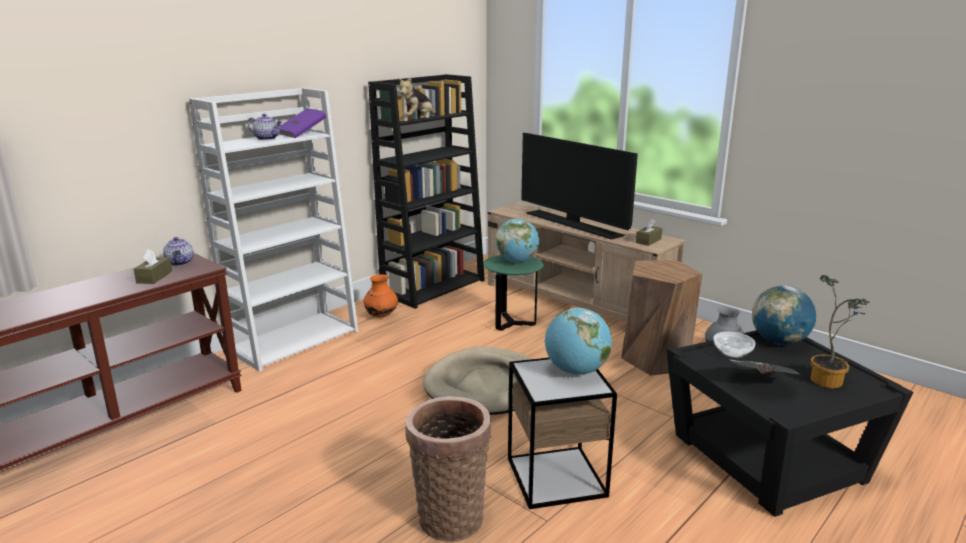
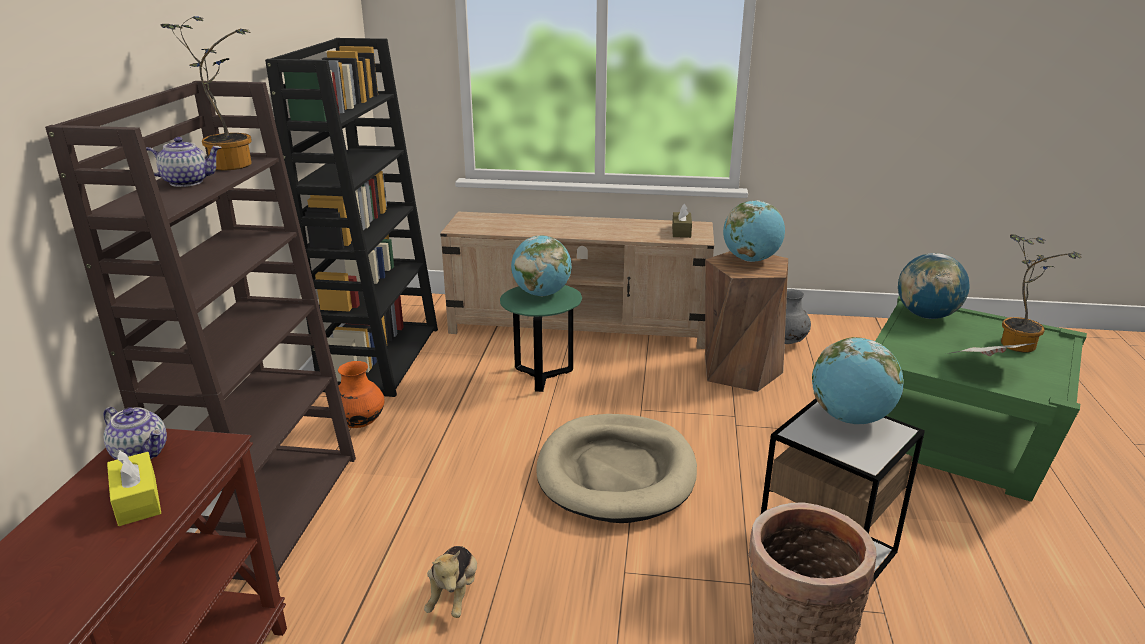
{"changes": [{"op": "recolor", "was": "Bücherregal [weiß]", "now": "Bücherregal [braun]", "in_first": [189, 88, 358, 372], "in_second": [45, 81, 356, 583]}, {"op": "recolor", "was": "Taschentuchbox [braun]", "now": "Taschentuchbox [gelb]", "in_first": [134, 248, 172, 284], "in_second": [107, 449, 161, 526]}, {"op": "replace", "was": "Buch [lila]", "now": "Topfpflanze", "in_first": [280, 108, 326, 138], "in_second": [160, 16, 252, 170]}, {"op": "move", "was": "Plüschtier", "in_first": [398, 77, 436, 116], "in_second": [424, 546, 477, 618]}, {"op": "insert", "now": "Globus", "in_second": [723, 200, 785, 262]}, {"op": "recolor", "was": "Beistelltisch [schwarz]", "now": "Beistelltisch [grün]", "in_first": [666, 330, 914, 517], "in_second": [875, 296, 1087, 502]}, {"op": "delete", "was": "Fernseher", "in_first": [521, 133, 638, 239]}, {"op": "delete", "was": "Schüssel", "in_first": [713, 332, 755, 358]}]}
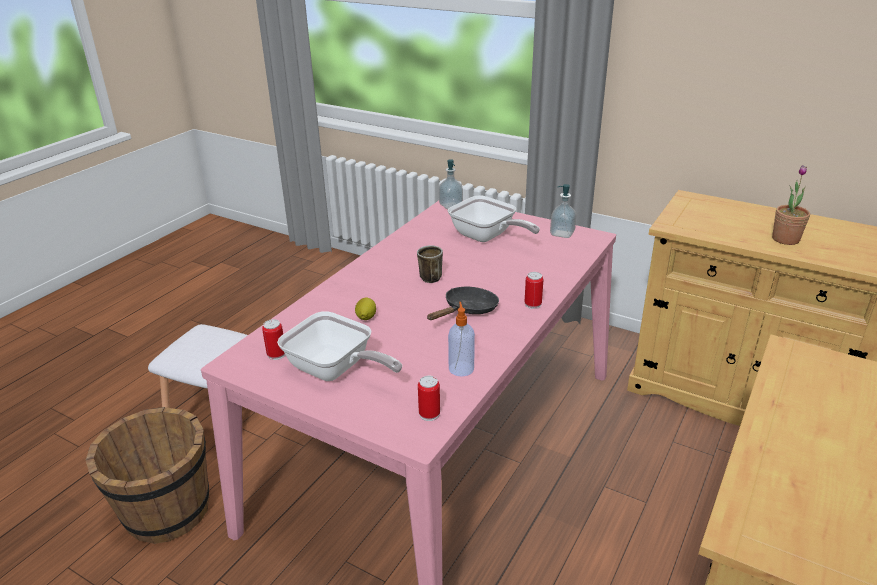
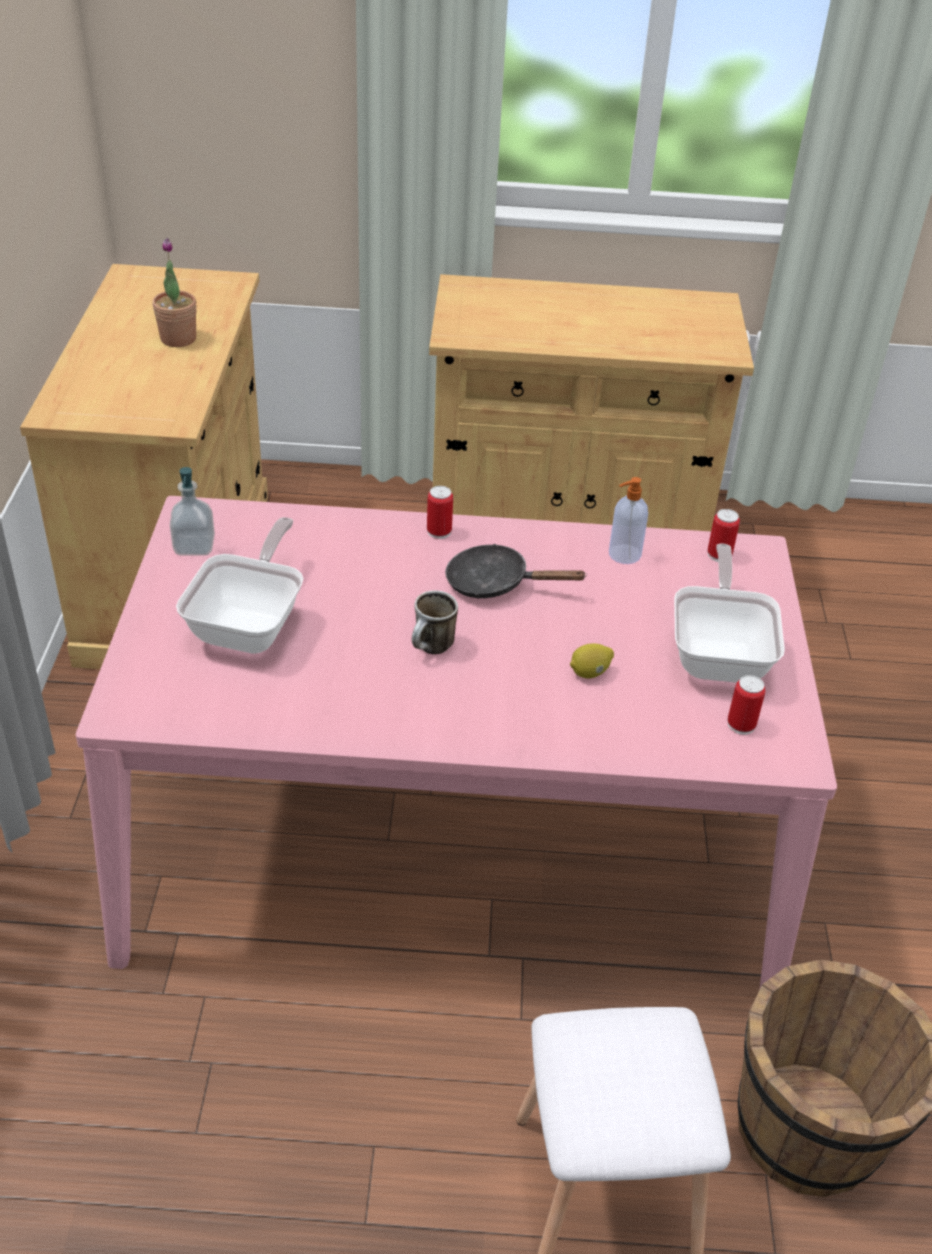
{"changes": [{"op": "delete", "was": "Seifenspender", "in_first": [439, 159, 463, 209]}]}
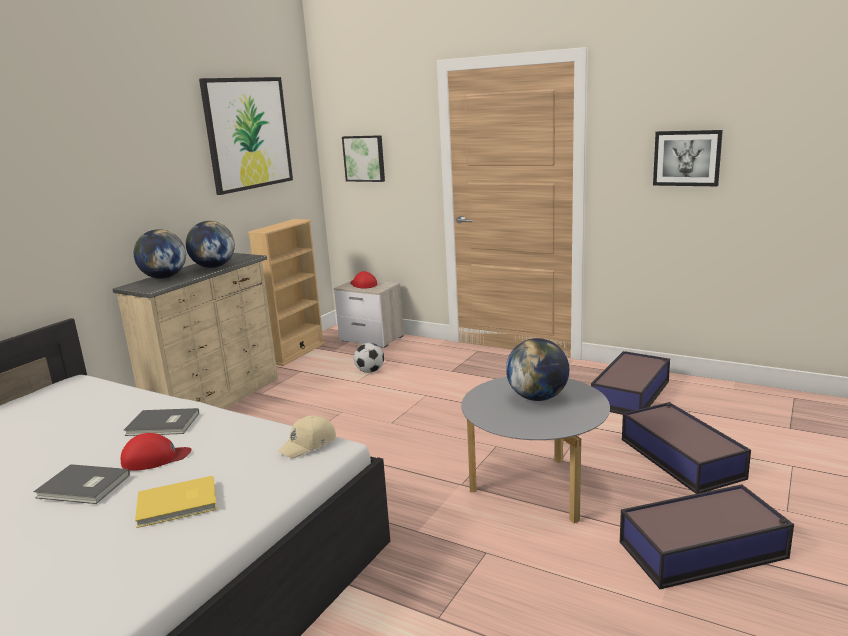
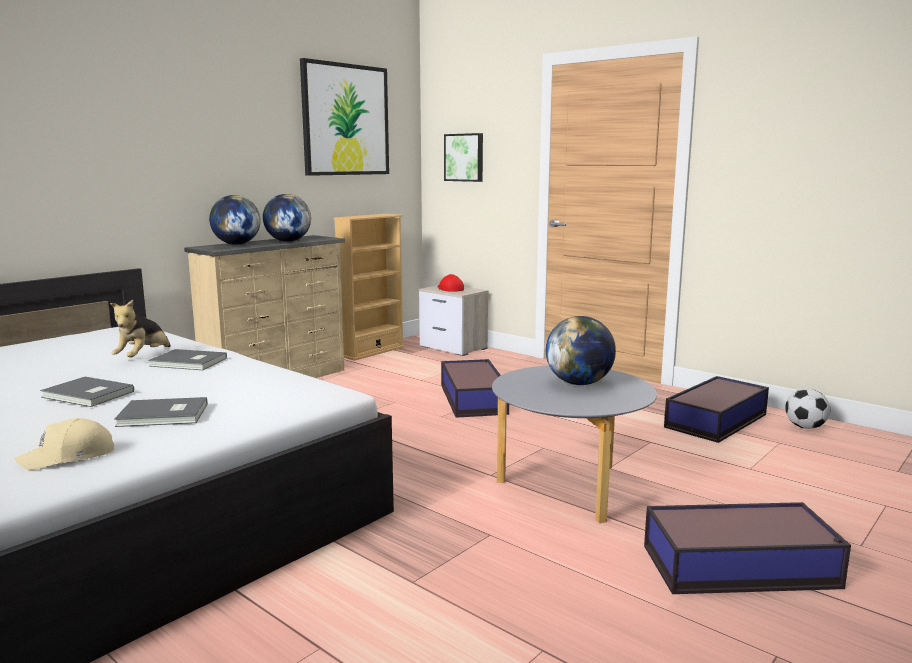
{"changes": [{"op": "move", "was": "Kappe [beige]", "in_first": [278, 415, 336, 458], "in_second": [14, 418, 114, 470]}, {"op": "insert", "now": "Plüschtier", "in_second": [110, 300, 171, 357]}, {"op": "recolor", "was": "Buch [gelb]", "now": "Buch [grau]", "in_first": [135, 476, 217, 528], "in_second": [114, 397, 207, 427]}, {"op": "move", "was": "Aufbewahrungsbox", "in_first": [622, 402, 751, 494], "in_second": [441, 359, 509, 418]}, {"op": "move", "was": "Fußball", "in_first": [354, 343, 384, 373], "in_second": [785, 389, 830, 429]}, {"op": "delete", "was": "Kappe [rot]", "in_first": [121, 433, 191, 471]}, {"op": "delete", "was": "Bild", "in_first": [653, 130, 723, 186]}]}
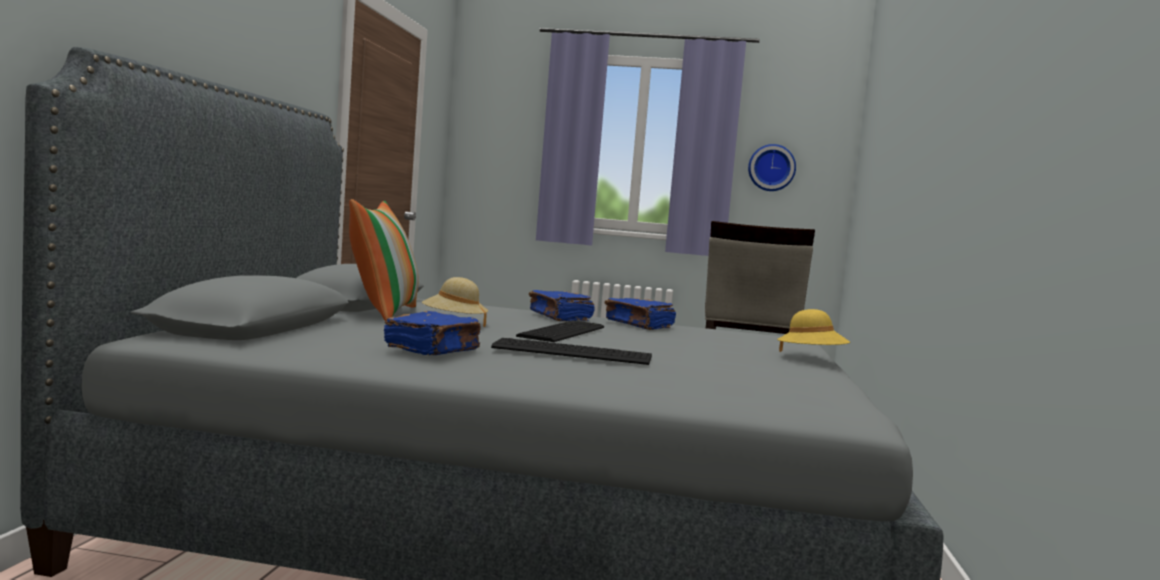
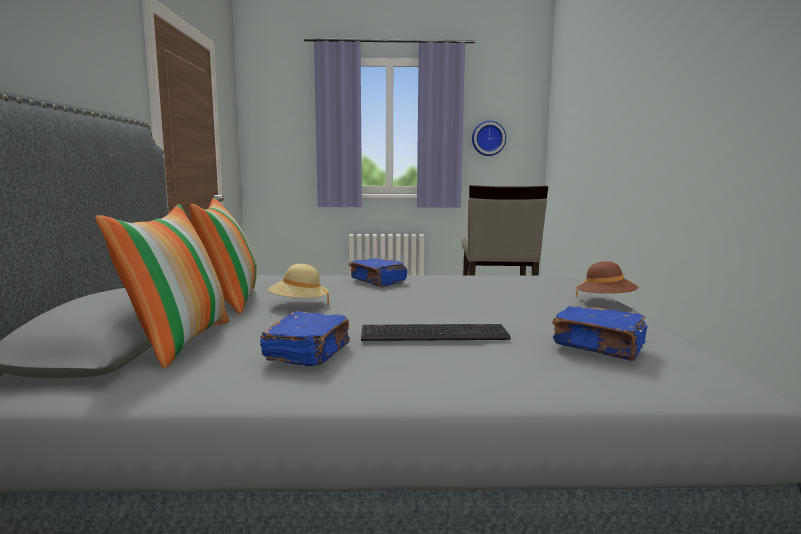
{"changes": [{"op": "insert", "now": "Kissen", "in_second": [95, 204, 229, 369]}, {"op": "move", "was": "Buch [blau]", "in_first": [605, 298, 676, 330], "in_second": [552, 305, 648, 361]}, {"op": "recolor", "was": "Hut [gelb]", "now": "Hut [braun]", "in_first": [777, 309, 850, 352], "in_second": [576, 261, 639, 298]}, {"op": "delete", "was": "Tastatur", "in_first": [516, 320, 604, 342]}]}
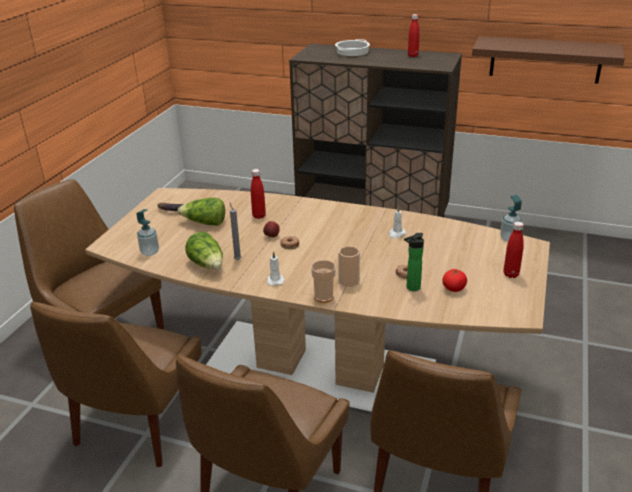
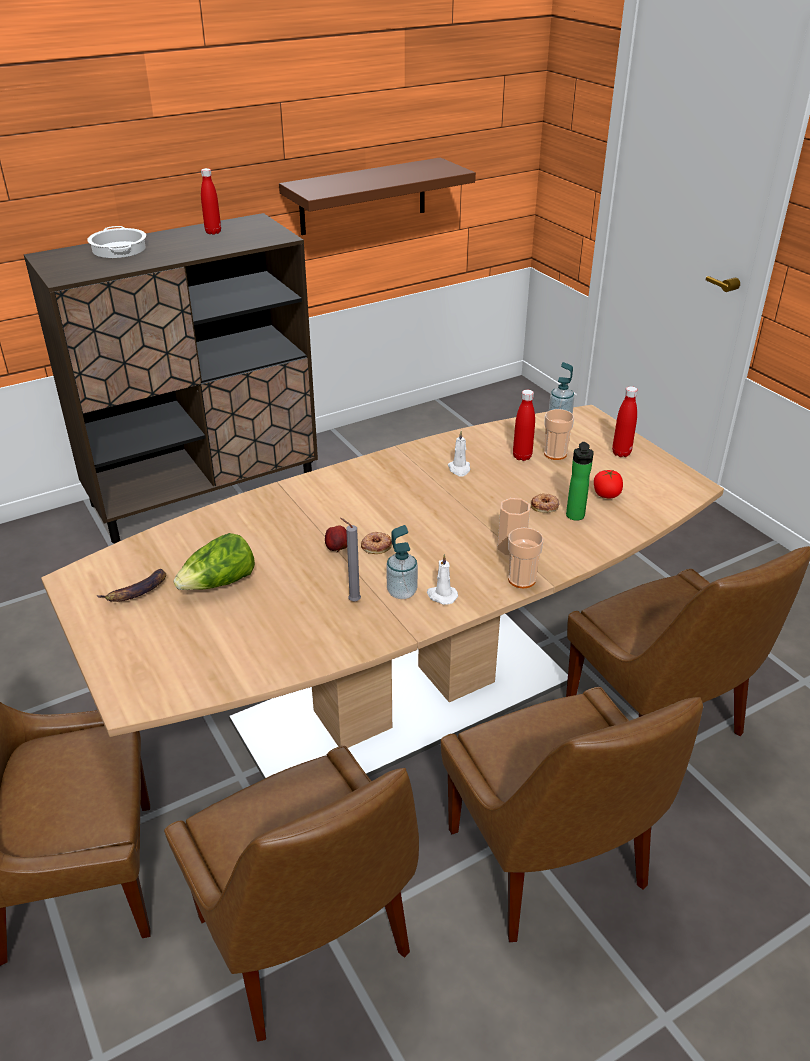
{"changes": [{"op": "move", "was": "Seifenspender", "in_first": [136, 209, 159, 256], "in_second": [386, 525, 418, 599]}, {"op": "move", "was": "Flasche [rot]", "in_first": [251, 169, 266, 219], "in_second": [513, 390, 535, 461]}, {"op": "insert", "now": "Tasse", "in_second": [544, 409, 574, 460]}, {"op": "delete", "was": "Salatkopf", "in_first": [185, 232, 223, 269]}]}
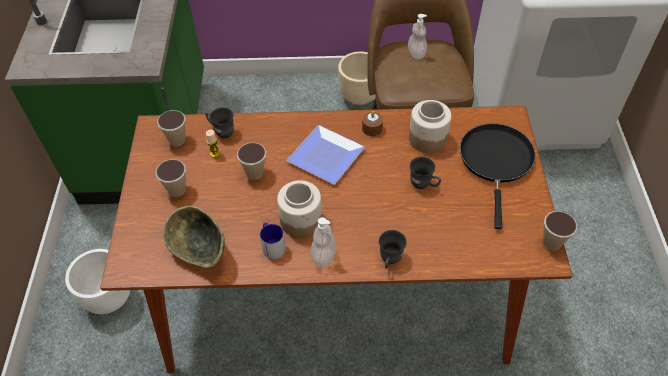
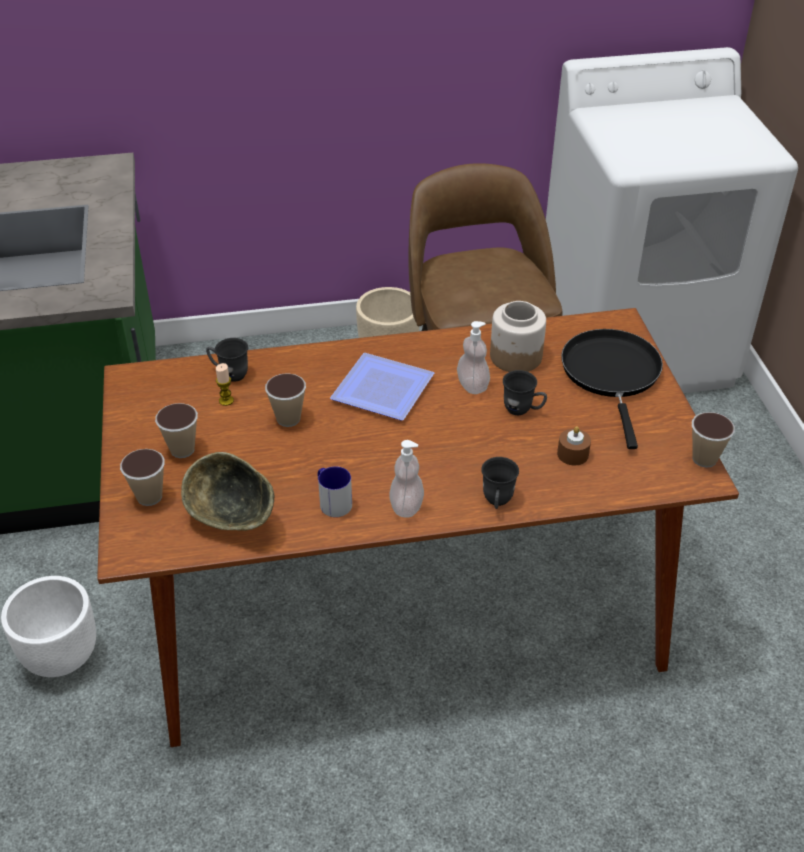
{"changes": [{"op": "move", "was": "Tasse", "in_first": [157, 110, 186, 146], "in_second": [120, 449, 164, 506]}, {"op": "move", "was": "Seifenspender", "in_first": [408, 14, 427, 59], "in_second": [457, 321, 490, 394]}, {"op": "move", "was": "Kerze [braun]", "in_first": [362, 111, 383, 136], "in_second": [557, 426, 591, 465]}, {"op": "delete", "was": "Vorratsglas", "in_first": [277, 180, 322, 238]}]}
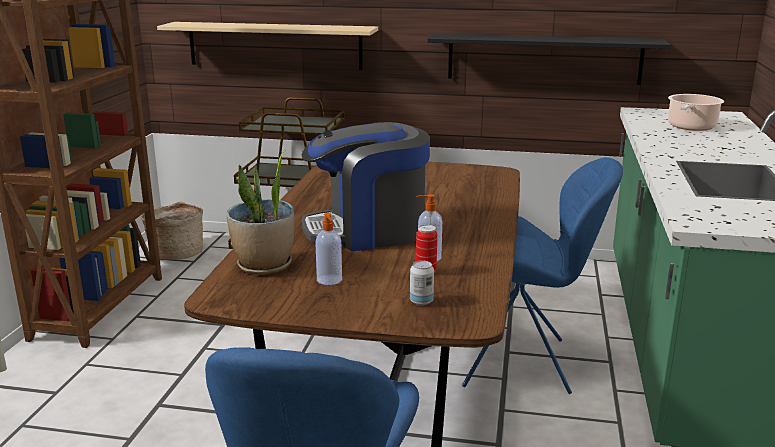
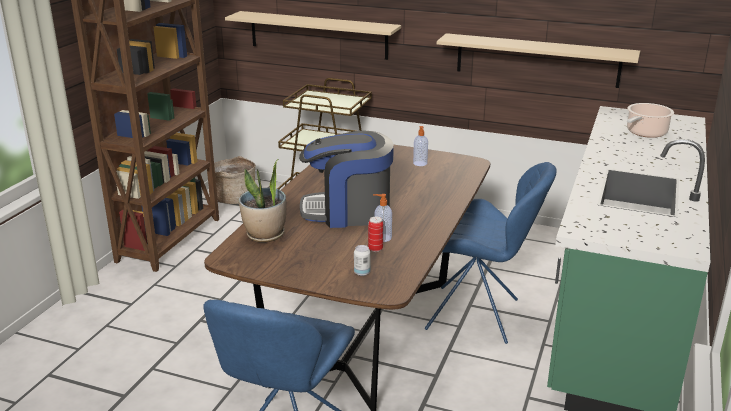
{"changes": [{"op": "move", "was": "Seifenspender", "in_first": [315, 213, 342, 285], "in_second": [413, 126, 428, 166]}, {"op": "recolor", "was": "Wandregal [schwarz]", "now": "Wandregal [beige]", "in_first": [428, 33, 670, 85], "in_second": [437, 33, 640, 88]}]}
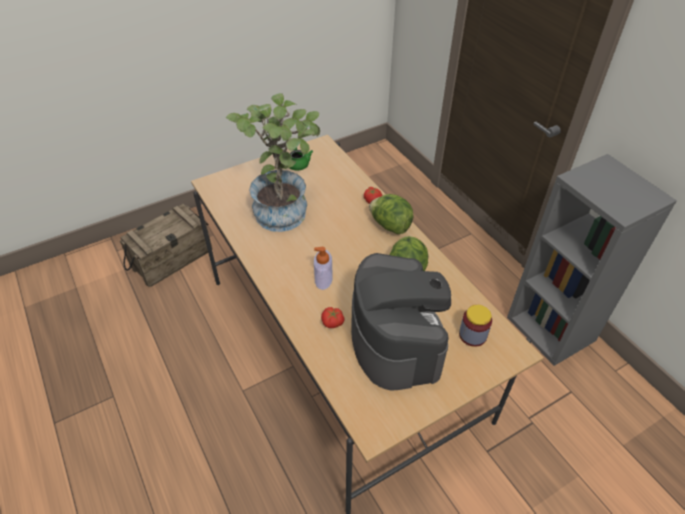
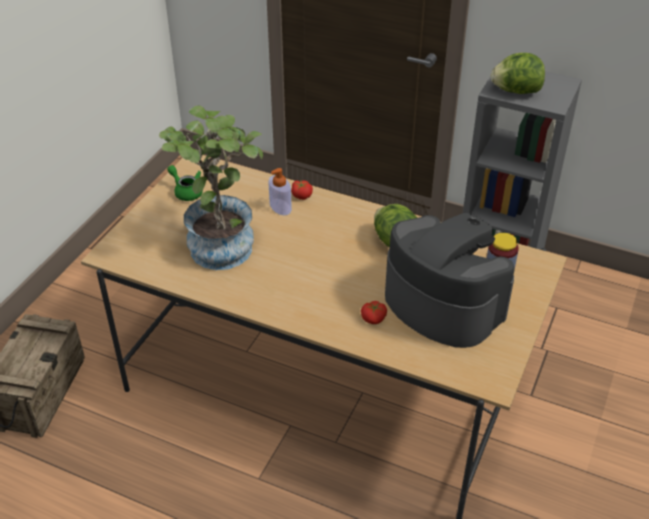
{"changes": [{"op": "move", "was": "Seifenspender", "in_first": [314, 247, 333, 290], "in_second": [268, 168, 292, 216]}, {"op": "move", "was": "Salatkopf", "in_first": [369, 194, 413, 234], "in_second": [491, 53, 545, 94]}]}
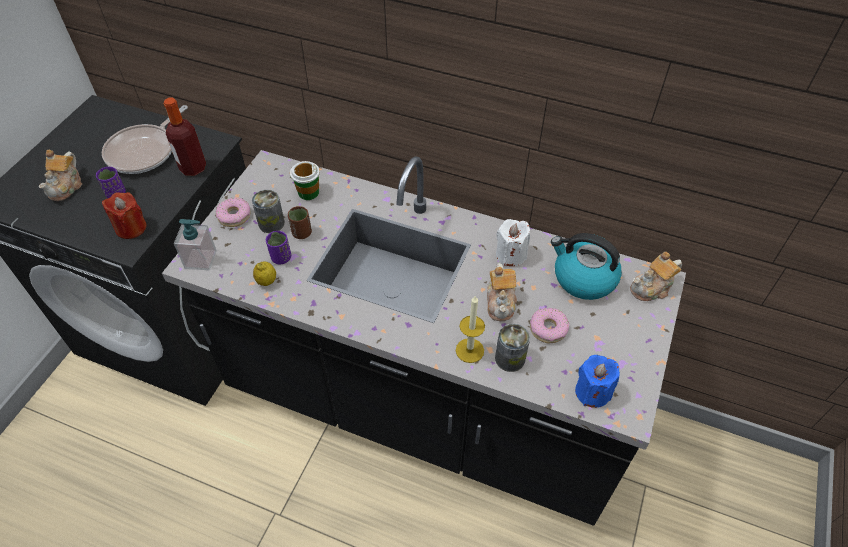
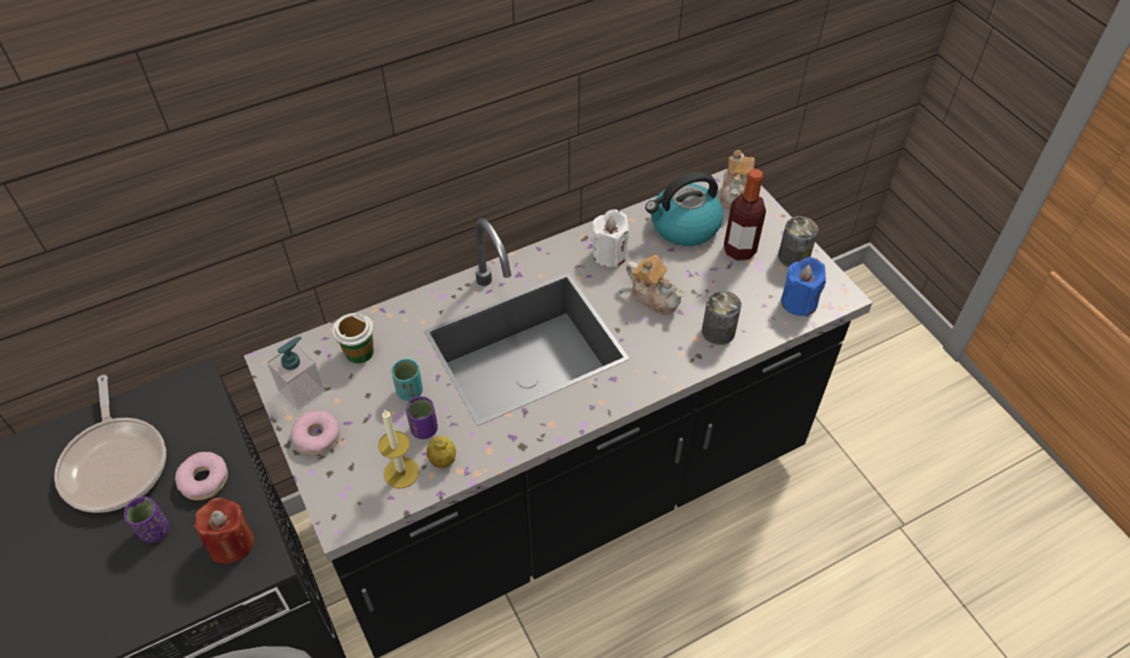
{"changes": [{"op": "move", "was": "Donut", "in_first": [530, 308, 569, 343], "in_second": [175, 452, 228, 500]}, {"op": "move", "was": "Seifenspender", "in_first": [174, 219, 217, 270], "in_second": [267, 336, 325, 410]}, {"op": "move", "was": "Kerze", "in_first": [456, 295, 485, 363], "in_second": [378, 409, 419, 489]}, {"op": "recolor", "was": "Tasse [braun]", "now": "Tasse [türkis]", "in_first": [288, 206, 312, 239], "in_second": [391, 358, 423, 401]}, {"op": "move", "was": "Flasche", "in_first": [164, 98, 206, 176], "in_second": [724, 169, 766, 261]}, {"op": "move", "was": "Dose", "in_first": [252, 190, 285, 233], "in_second": [778, 216, 818, 267]}, {"op": "delete", "was": "Teekanne", "in_first": [39, 150, 82, 201]}]}
